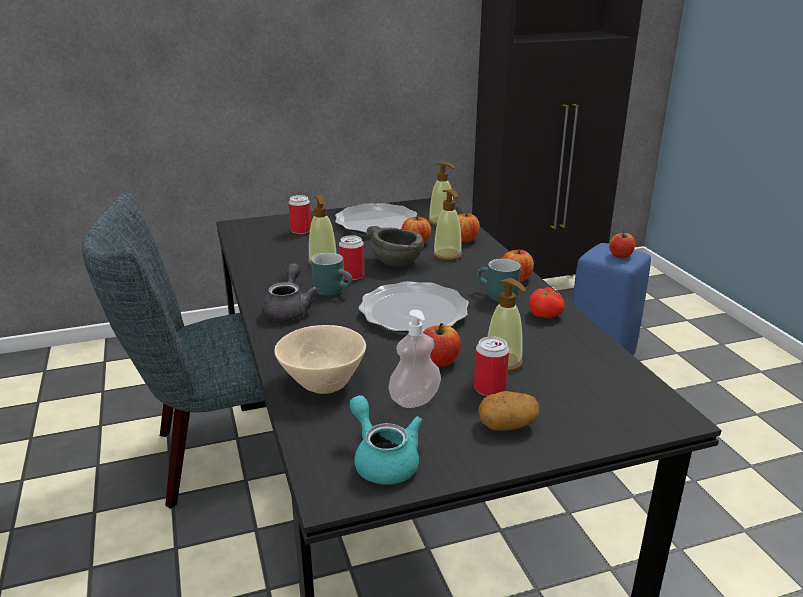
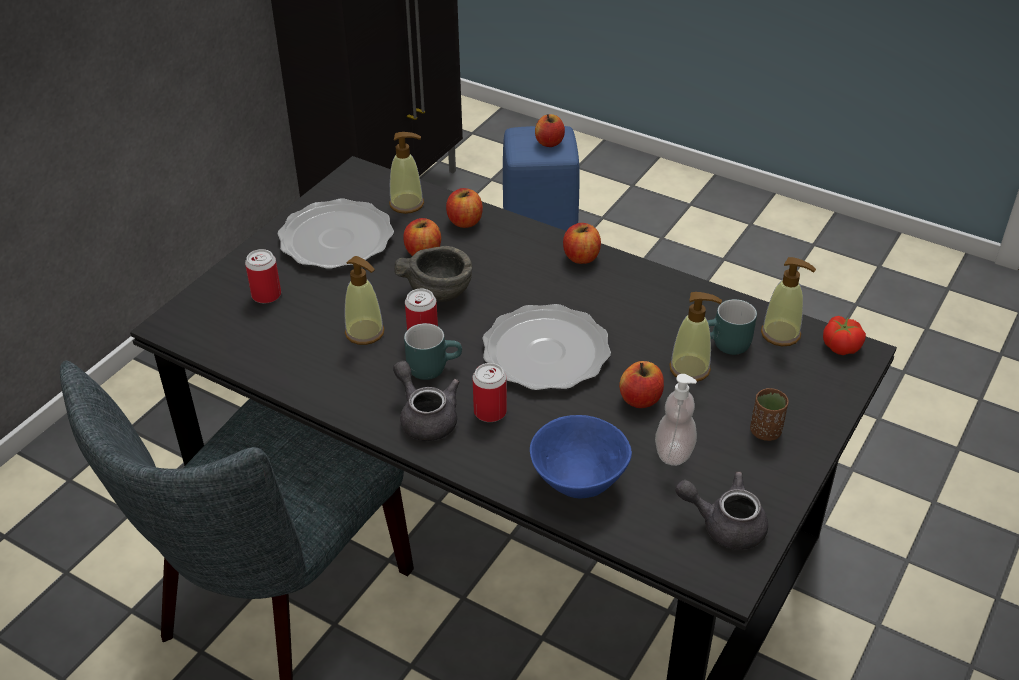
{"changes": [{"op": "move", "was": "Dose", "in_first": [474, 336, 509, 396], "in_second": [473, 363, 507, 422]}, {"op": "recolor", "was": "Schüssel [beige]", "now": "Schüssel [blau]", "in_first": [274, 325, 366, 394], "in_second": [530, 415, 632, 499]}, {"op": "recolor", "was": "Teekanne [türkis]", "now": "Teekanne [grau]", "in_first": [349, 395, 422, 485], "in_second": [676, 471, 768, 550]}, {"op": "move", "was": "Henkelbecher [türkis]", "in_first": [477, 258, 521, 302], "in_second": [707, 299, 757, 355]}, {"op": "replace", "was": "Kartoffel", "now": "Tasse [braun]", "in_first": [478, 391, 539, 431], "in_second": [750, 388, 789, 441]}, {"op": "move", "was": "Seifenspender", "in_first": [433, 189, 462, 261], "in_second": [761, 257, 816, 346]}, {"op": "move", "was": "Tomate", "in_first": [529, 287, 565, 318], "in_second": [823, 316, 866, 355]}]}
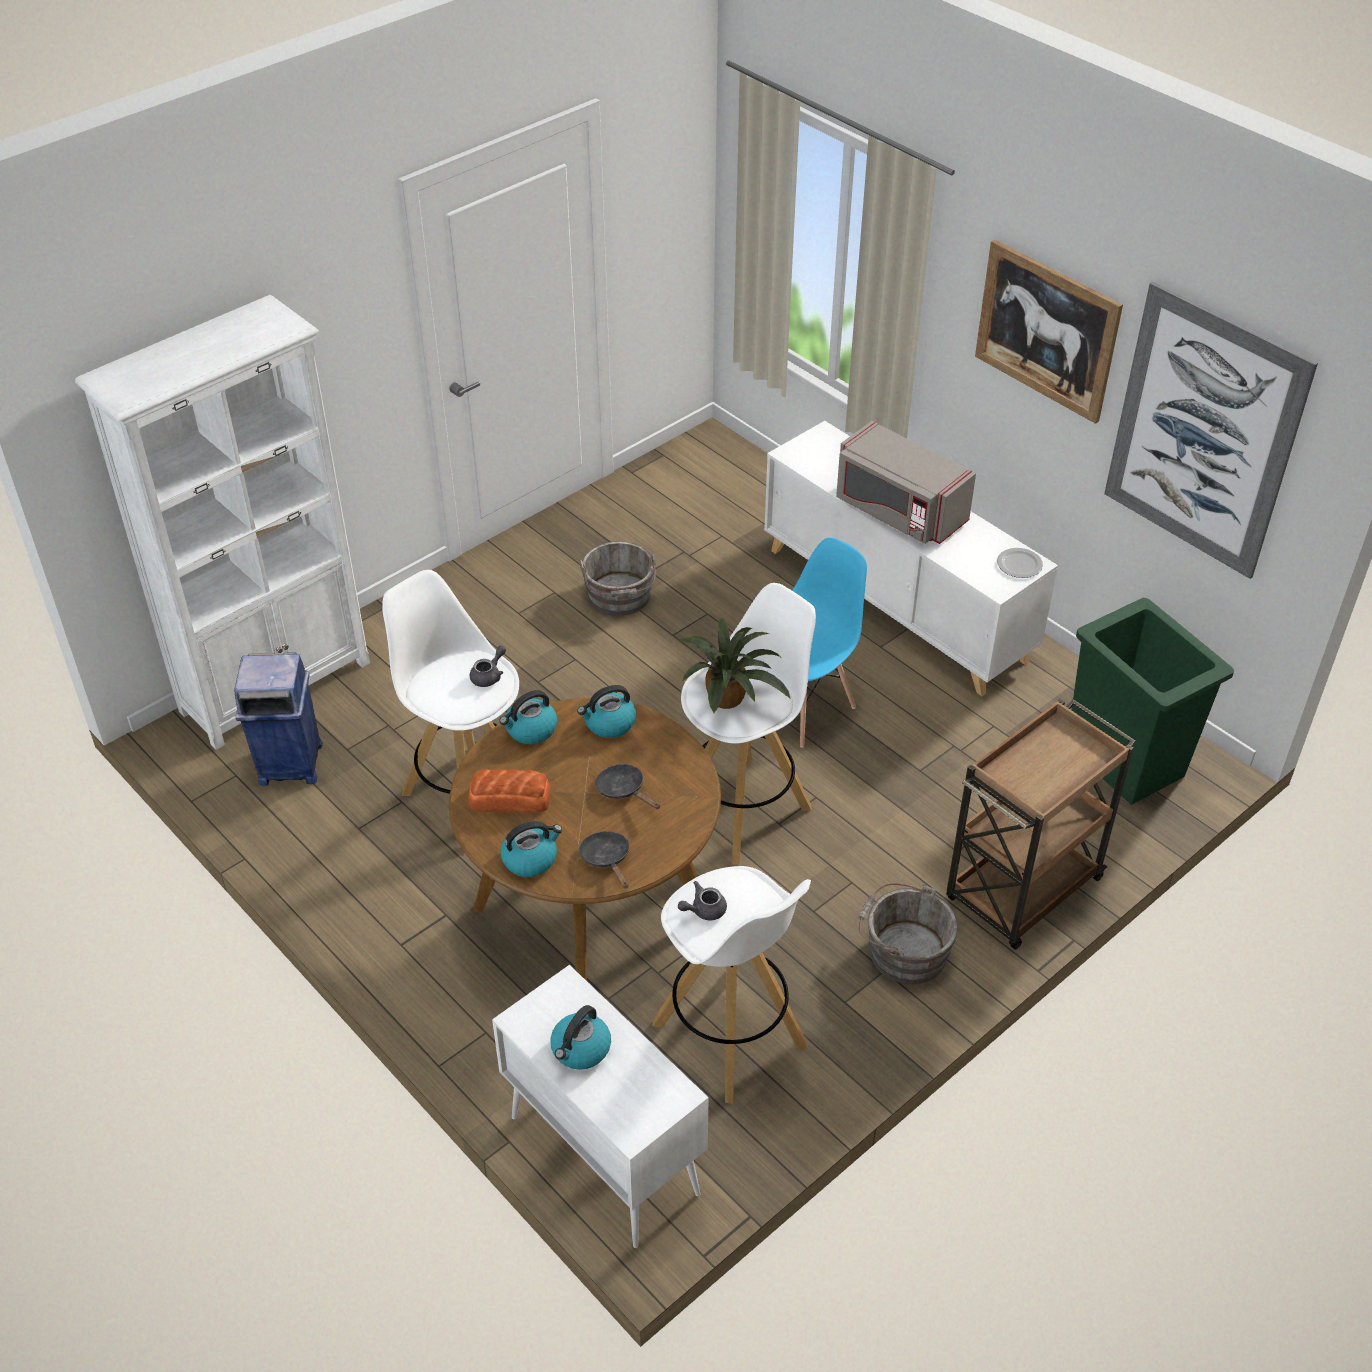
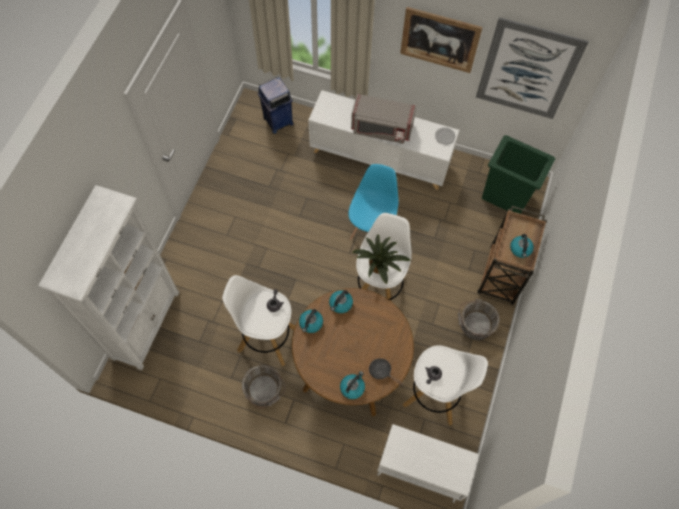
{"changes": [{"op": "move", "was": "Eimer [grau]", "in_first": [580, 541, 656, 616], "in_second": [242, 365, 285, 408]}, {"op": "move", "was": "Mülleimer [blau]", "in_first": [234, 652, 323, 786], "in_second": [257, 77, 294, 134]}, {"op": "move", "was": "Wasserkessel", "in_first": [550, 1005, 611, 1070], "in_second": [510, 234, 534, 258]}, {"op": "delete", "was": "Brot", "in_first": [468, 769, 551, 813]}, {"op": "delete", "was": "Pfanne [schwarz]", "in_first": [595, 764, 660, 809]}]}
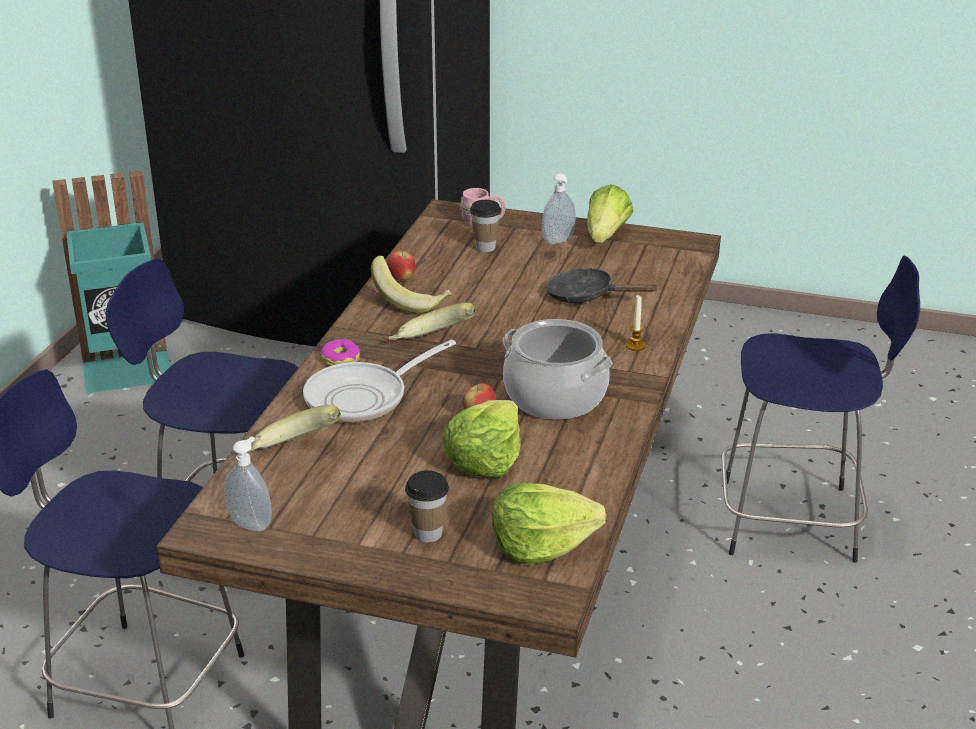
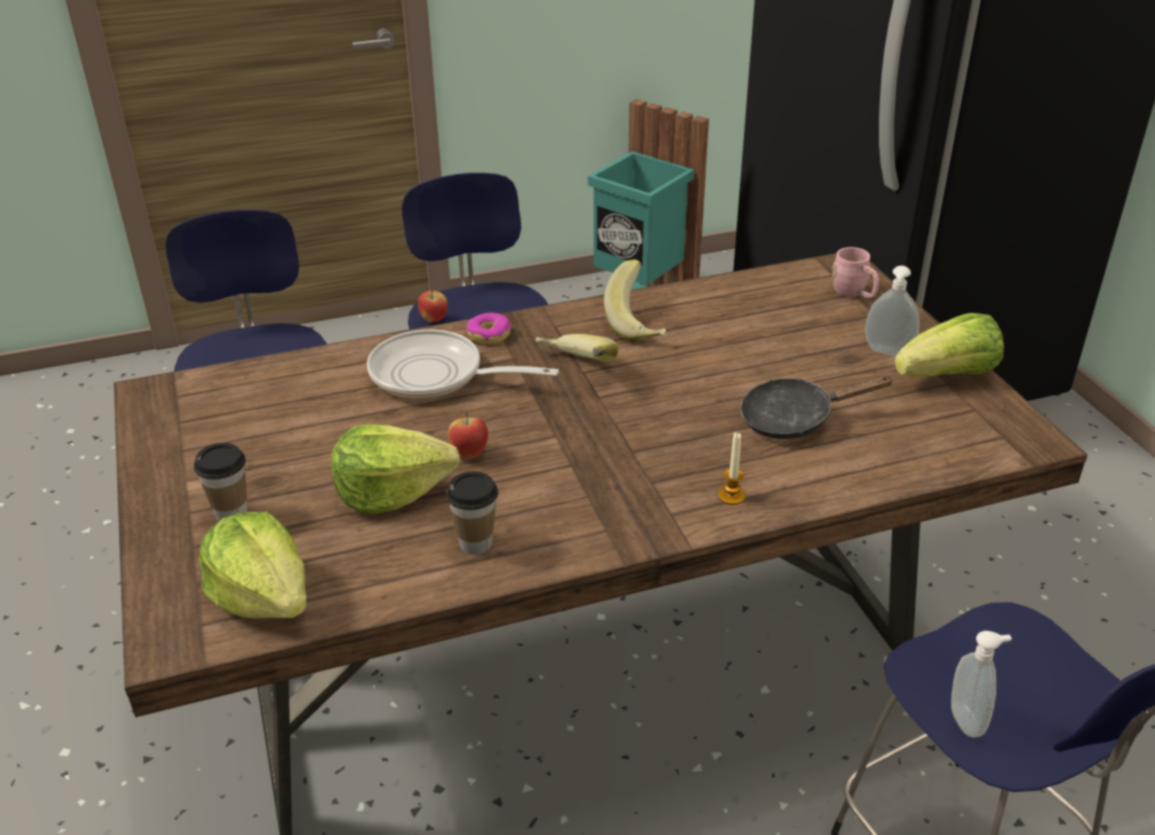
{"changes": [{"op": "move", "was": "Apfel", "in_first": [387, 248, 415, 281], "in_second": [418, 290, 448, 322]}, {"op": "move", "was": "Tasse", "in_first": [470, 200, 501, 252], "in_second": [446, 471, 498, 555]}, {"op": "rotate", "was": "Pfanne [schwarz]", "in_first": [546, 268, 659, 303], "in_second": [740, 376, 894, 439], "clockwise": -90}, {"op": "move", "was": "Seifenspender", "in_first": [224, 436, 272, 532], "in_second": [951, 631, 1012, 738]}, {"op": "delete", "was": "Banane", "in_first": [248, 405, 341, 453]}, {"op": "delete", "was": "Kochtopf", "in_first": [503, 319, 613, 419]}]}
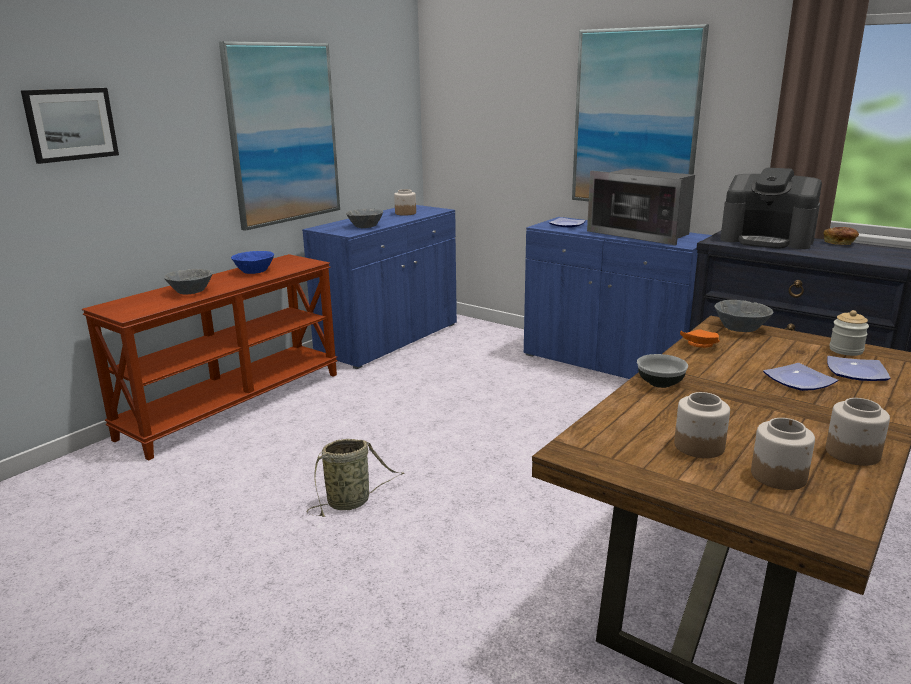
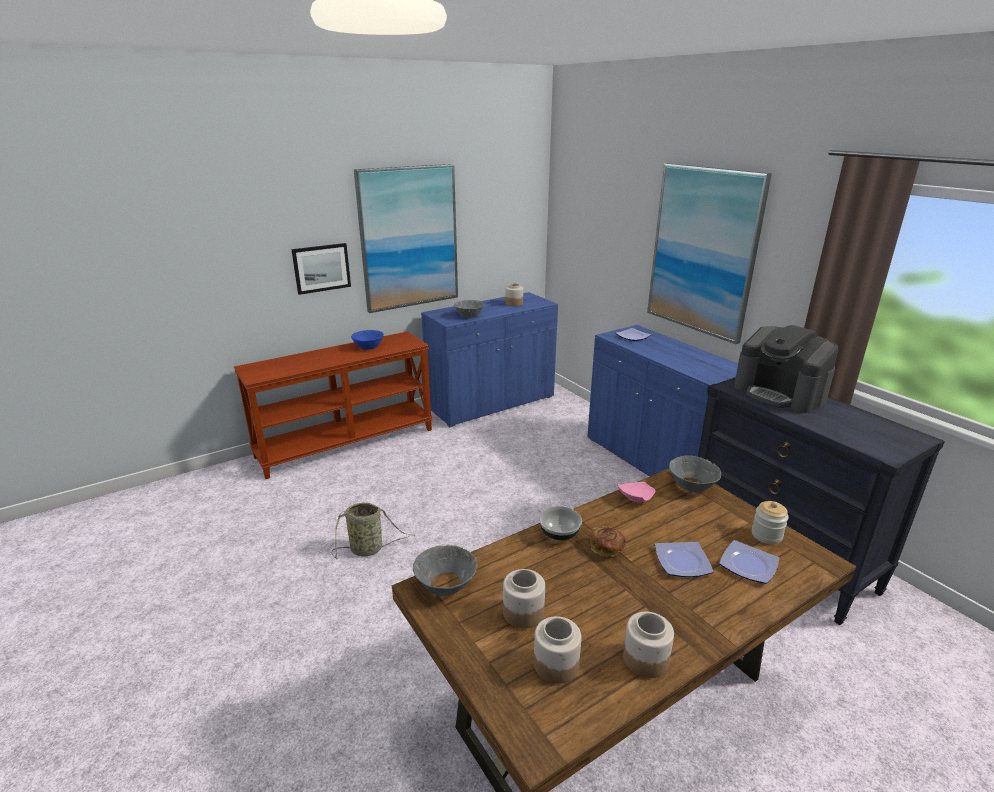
{"changes": [{"op": "move", "was": "Bild", "in_first": [21, 88, 119, 164], "in_second": [291, 243, 351, 295]}, {"op": "move", "was": "Schüssel [grau]", "in_first": [164, 269, 213, 294], "in_second": [413, 545, 478, 596]}, {"op": "move", "was": "Brot", "in_first": [824, 227, 859, 245], "in_second": [590, 526, 626, 557]}, {"op": "recolor", "was": "Teller [orange]", "now": "Teller [rosa]", "in_first": [680, 329, 720, 348], "in_second": [617, 482, 655, 502]}, {"op": "delete", "was": "Mikrowelle", "in_first": [587, 169, 695, 245]}]}
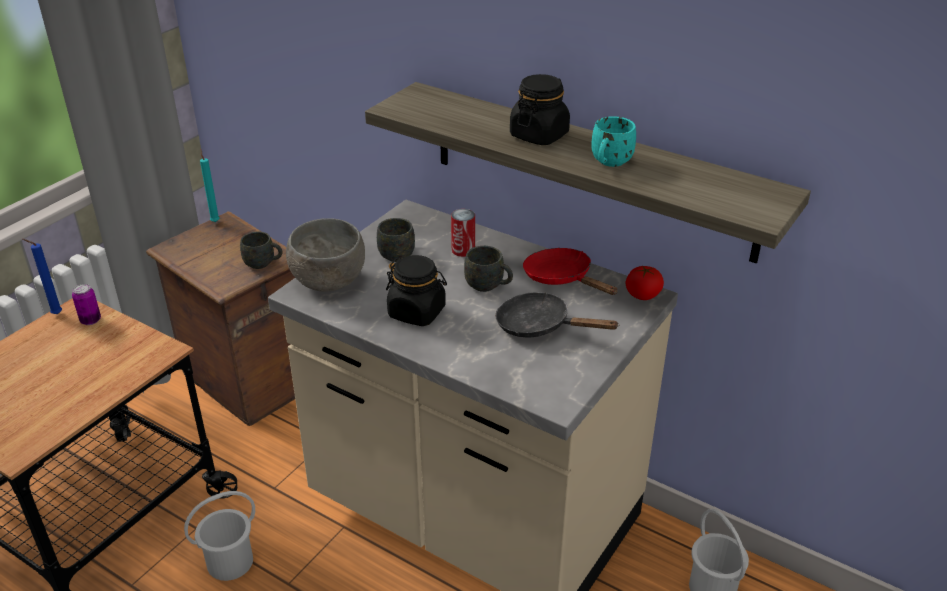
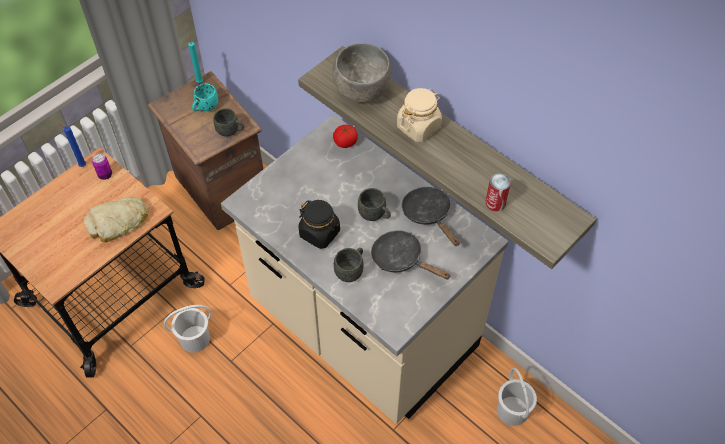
{"changes": [{"op": "insert", "now": "Brot", "in_second": [83, 197, 148, 243]}, {"op": "move", "was": "Henkelbecher [türkis]", "in_first": [592, 116, 636, 167], "in_second": [192, 84, 218, 111]}, {"op": "move", "was": "Schüssel [grau]", "in_first": [286, 218, 365, 292], "in_second": [332, 43, 392, 102]}, {"op": "move", "was": "Tomate", "in_first": [625, 265, 664, 300], "in_second": [333, 125, 358, 148]}, {"op": "move", "was": "Henkelbecher [grau]", "in_first": [377, 218, 415, 262], "in_second": [334, 248, 364, 282]}, {"op": "recolor", "was": "Vorratsglas [schwarz]", "now": "Vorratsglas [beige]", "in_first": [510, 74, 570, 145], "in_second": [397, 88, 442, 142]}, {"op": "recolor", "was": "Pfanne [rot]", "now": "Pfanne [schwarz]", "in_first": [523, 248, 618, 295], "in_second": [402, 187, 459, 246]}, {"op": "move", "was": "Dose", "in_first": [451, 209, 475, 257], "in_second": [485, 173, 511, 212]}]}
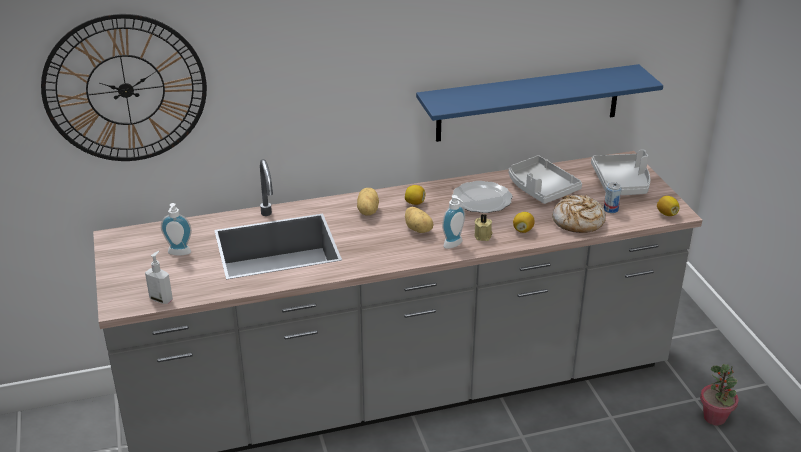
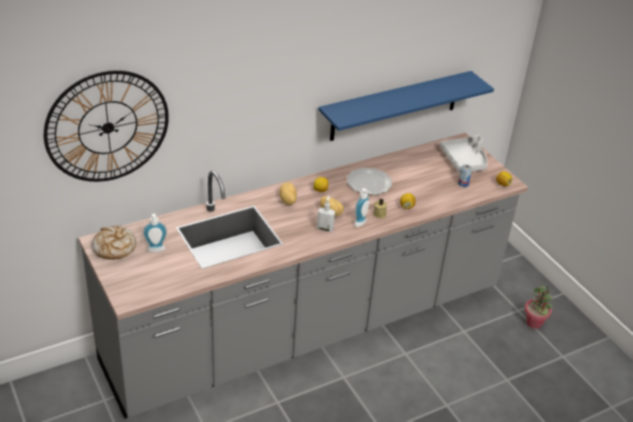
{"changes": [{"op": "move", "was": "Brot", "in_first": [552, 195, 606, 233], "in_second": [92, 225, 136, 259]}, {"op": "move", "was": "Seifenspender", "in_first": [145, 251, 173, 304], "in_second": [317, 196, 335, 232]}, {"op": "delete", "was": "Tablett [grau]", "in_first": [509, 155, 582, 204]}]}
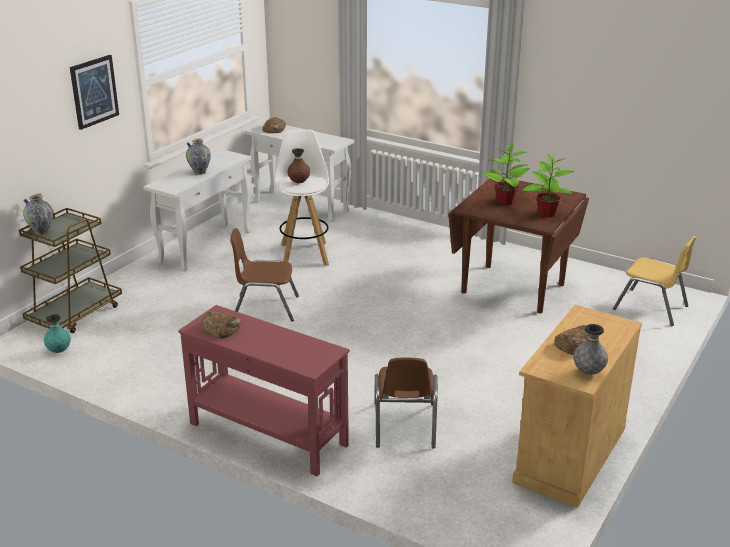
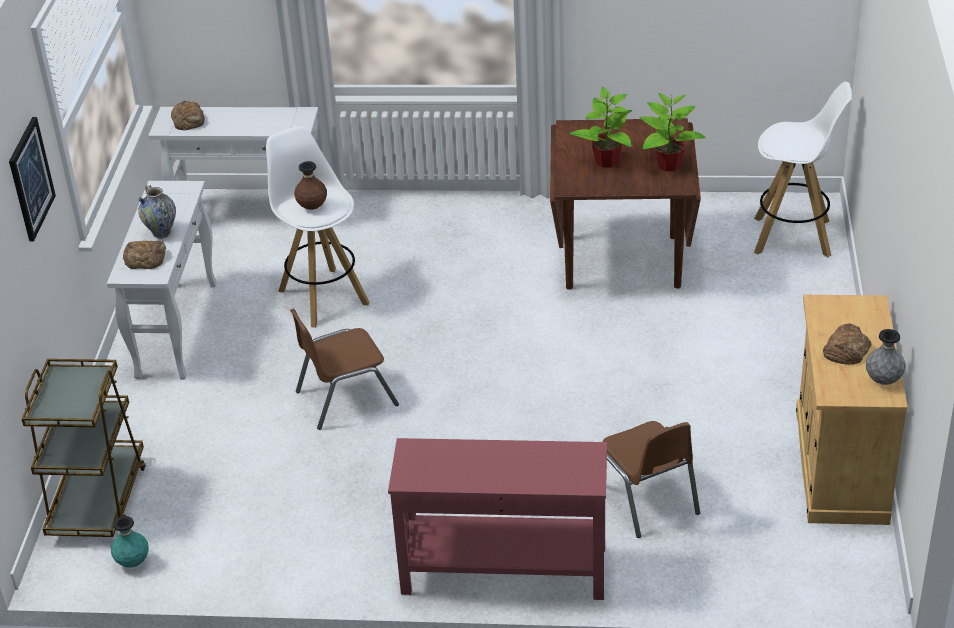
{"changes": [{"op": "move", "was": "Brot", "in_first": [201, 311, 241, 338], "in_second": [123, 241, 166, 269]}, {"op": "replace", "was": "Stuhl [gelb]", "now": "Hocker [weiß]", "in_first": [613, 236, 697, 326], "in_second": [754, 82, 852, 257]}, {"op": "delete", "was": "Vase", "in_first": [23, 193, 53, 236]}]}
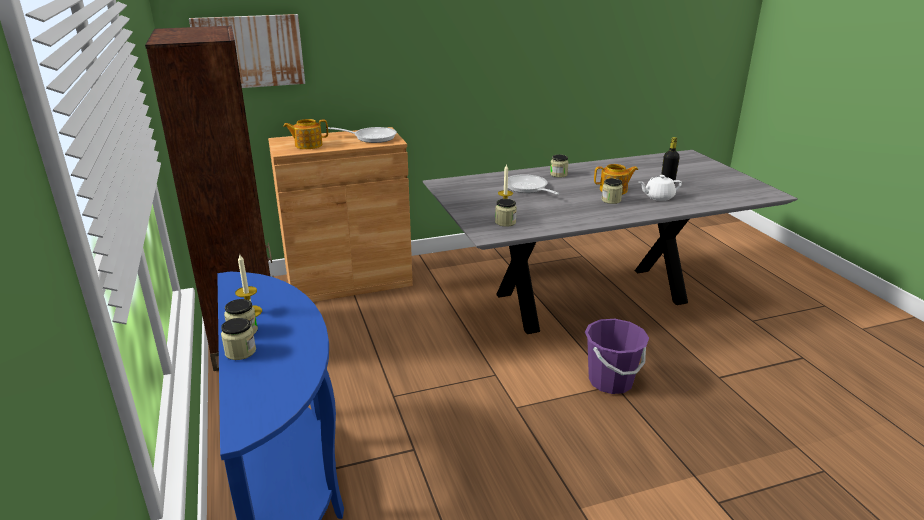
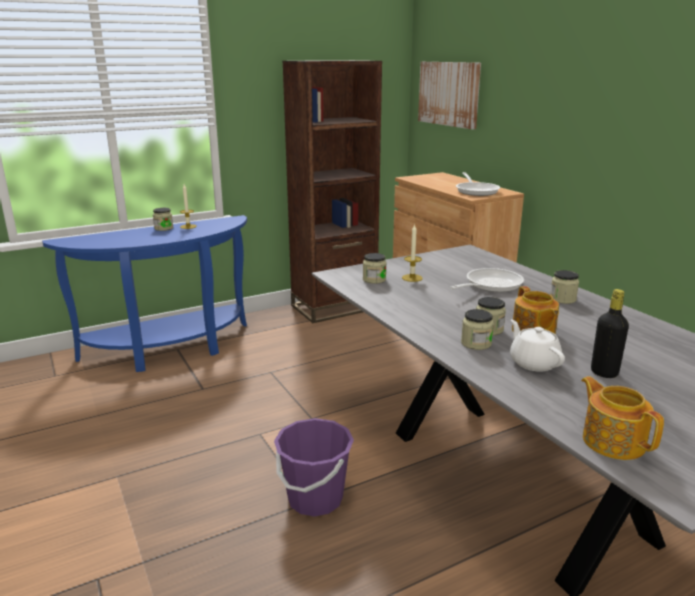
{"changes": [{"op": "move", "was": "Vorratsglas", "in_first": [221, 318, 256, 360], "in_second": [461, 309, 494, 350]}, {"op": "move", "was": "Teekanne", "in_first": [283, 119, 328, 149], "in_second": [581, 376, 664, 460]}]}
